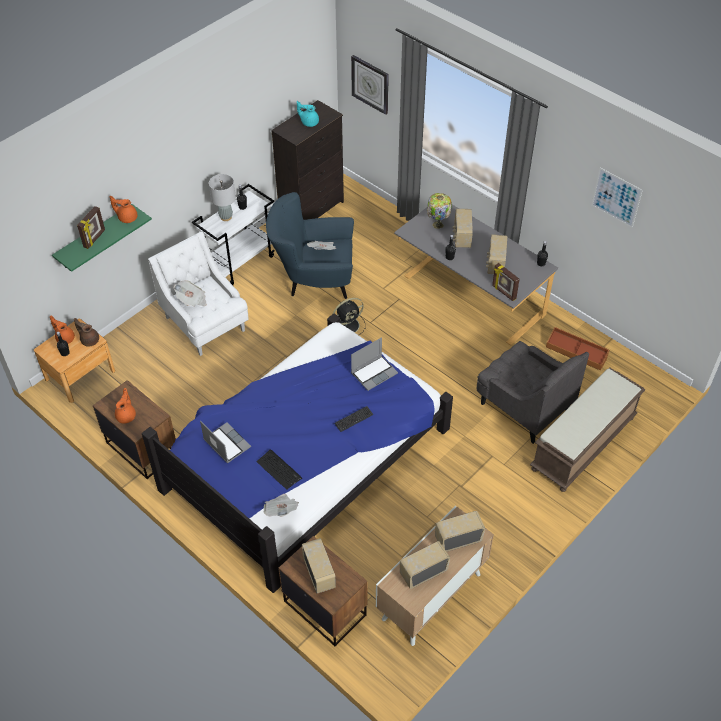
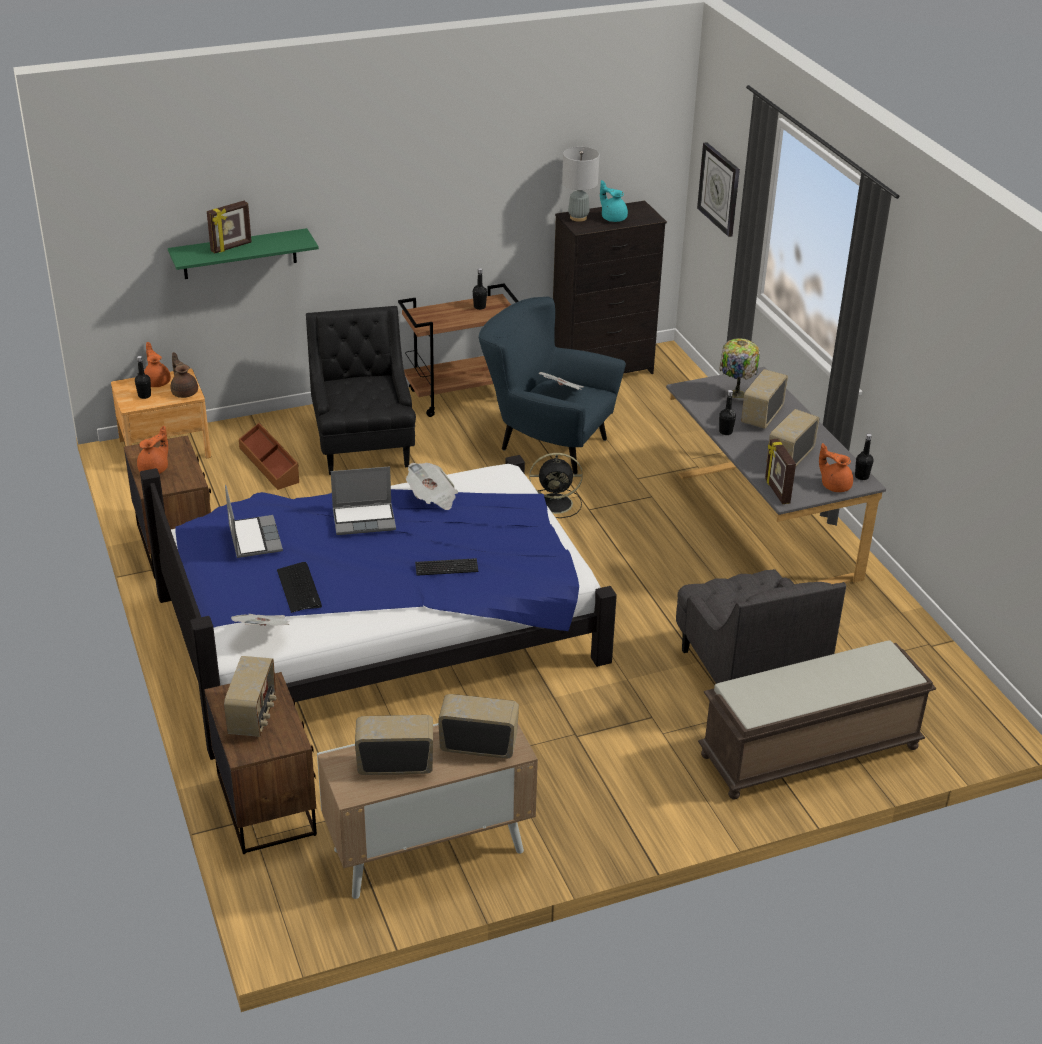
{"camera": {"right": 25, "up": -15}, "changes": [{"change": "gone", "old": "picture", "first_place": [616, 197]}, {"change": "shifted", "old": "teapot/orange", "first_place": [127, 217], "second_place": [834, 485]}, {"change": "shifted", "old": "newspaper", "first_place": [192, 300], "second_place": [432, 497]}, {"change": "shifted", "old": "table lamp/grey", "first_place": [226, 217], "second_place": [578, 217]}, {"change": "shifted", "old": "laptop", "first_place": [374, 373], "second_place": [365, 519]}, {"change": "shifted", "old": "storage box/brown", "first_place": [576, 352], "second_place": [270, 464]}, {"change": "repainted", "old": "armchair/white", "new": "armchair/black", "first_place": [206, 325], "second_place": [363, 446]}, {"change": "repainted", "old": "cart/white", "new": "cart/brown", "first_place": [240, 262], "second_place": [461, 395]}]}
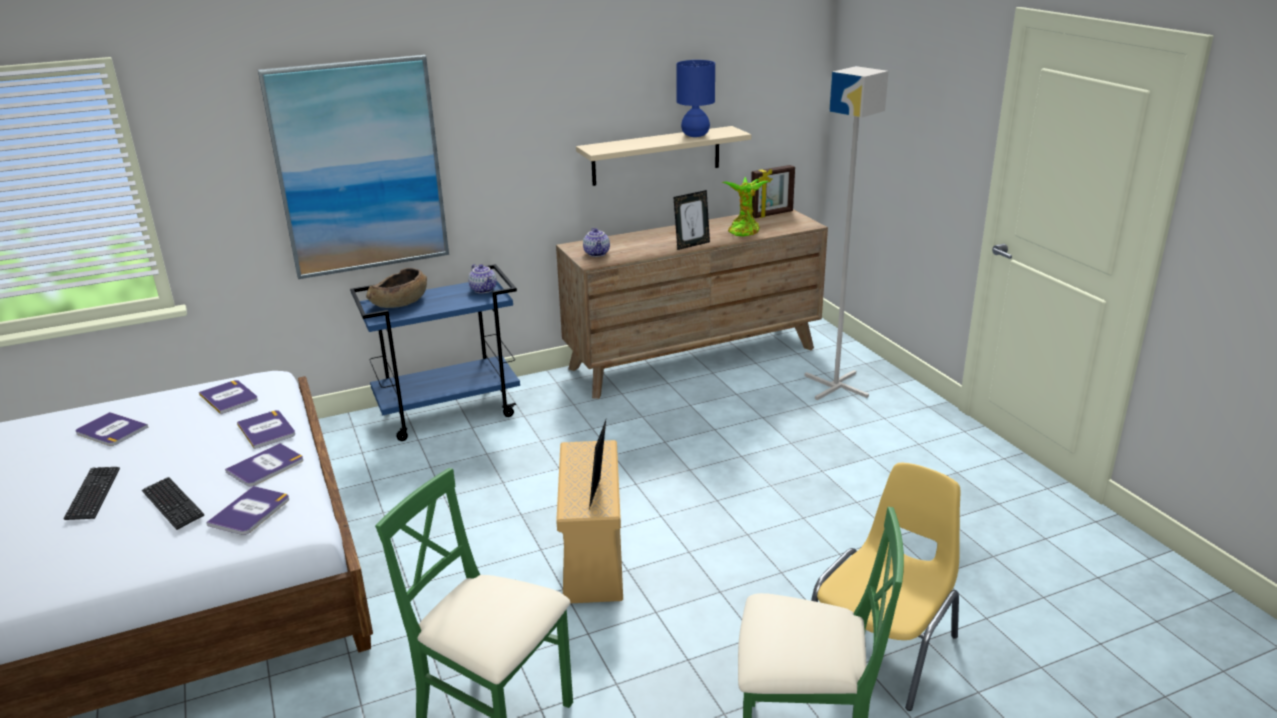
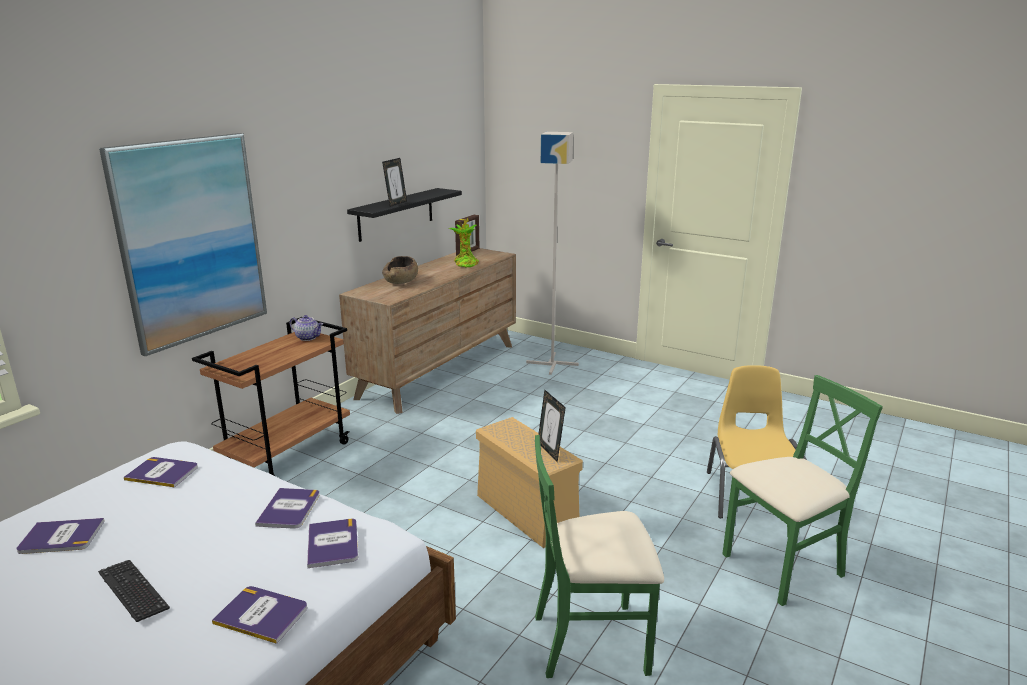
{"camera": {"right": -35, "up": -5}, "changes": [{"change": "gone", "old": "keyboard", "first_place": [173, 504]}, {"change": "gone", "old": "teapot", "first_place": [597, 253]}, {"change": "gone", "old": "table lamp/blue", "first_place": [695, 135]}, {"change": "shifted", "old": "book", "first_place": [266, 430], "second_place": [262, 615]}, {"change": "shifted", "old": "bowl/brown", "first_place": [399, 303], "second_place": [401, 281]}, {"change": "shifted", "old": "picture frame", "first_place": [691, 245], "second_place": [396, 203]}, {"change": "repainted", "old": "cart/blue", "new": "cart/brown", "first_place": [449, 412], "second_place": [288, 455]}, {"change": "repainted", "old": "shelf/beige", "new": "shelf/black", "first_place": [656, 156], "second_place": [396, 214]}]}
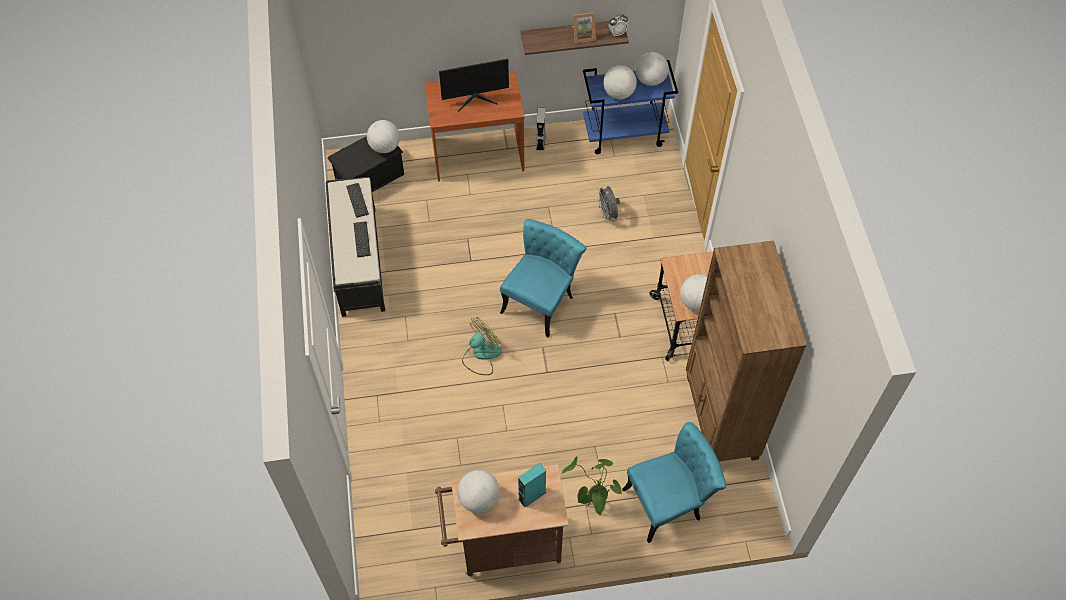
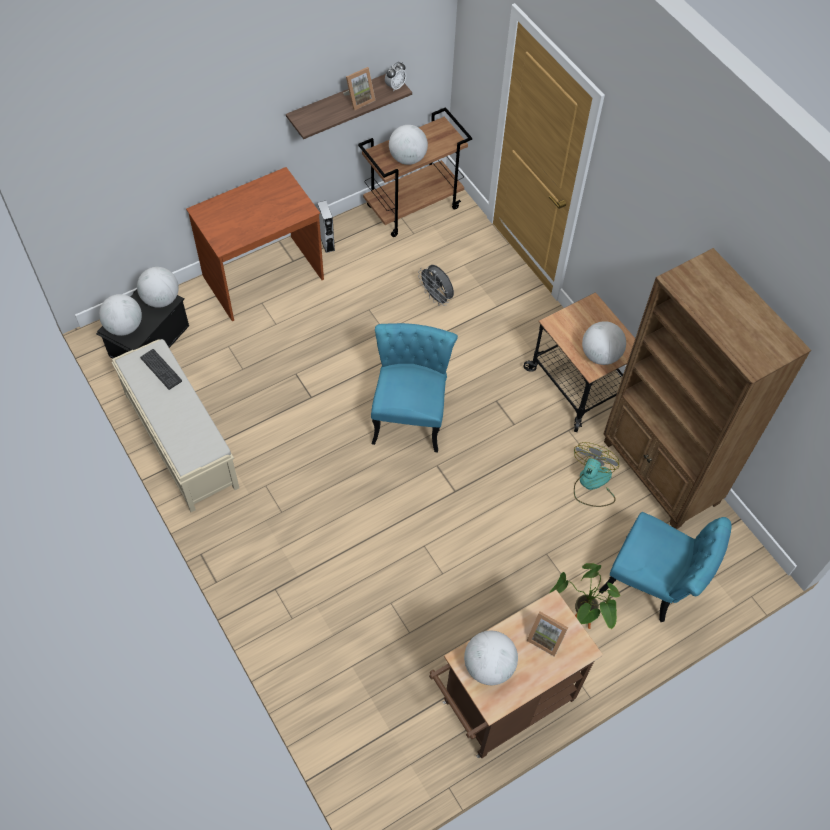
{"camera": {"right": -25, "up": 0}, "changes": [{"change": "gone", "old": "keyboard", "first_place": [362, 239]}, {"change": "gone", "old": "monitor", "first_place": [475, 98]}, {"change": "shifted", "old": "fan", "first_place": [481, 355], "second_place": [592, 484]}, {"change": "shifted", "old": "globe", "first_place": [650, 80], "second_place": [124, 327]}, {"change": "swapped", "old": "speaker/turquoise", "new": "picture frame", "first_place": [532, 496], "second_place": [546, 638]}, {"change": "repainted", "old": "bench/black", "new": "bench/beige", "first_place": [358, 260], "second_place": [180, 440]}, {"change": "repainted", "old": "cart/blue", "new": "cart/brown", "first_place": [625, 134], "second_place": [413, 206]}, {"change": "rotated", "old": "chair/turquoise", "first_place": [669, 502], "second_place": [654, 584], "degrees": 75}]}
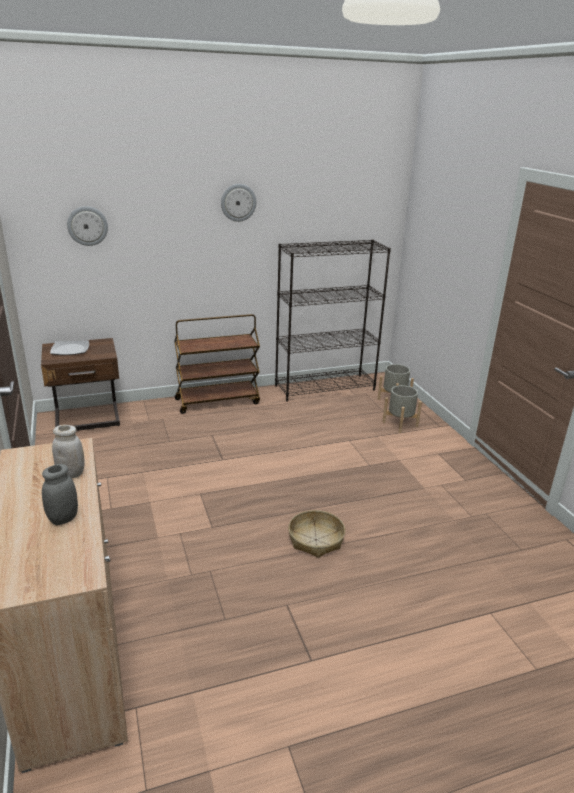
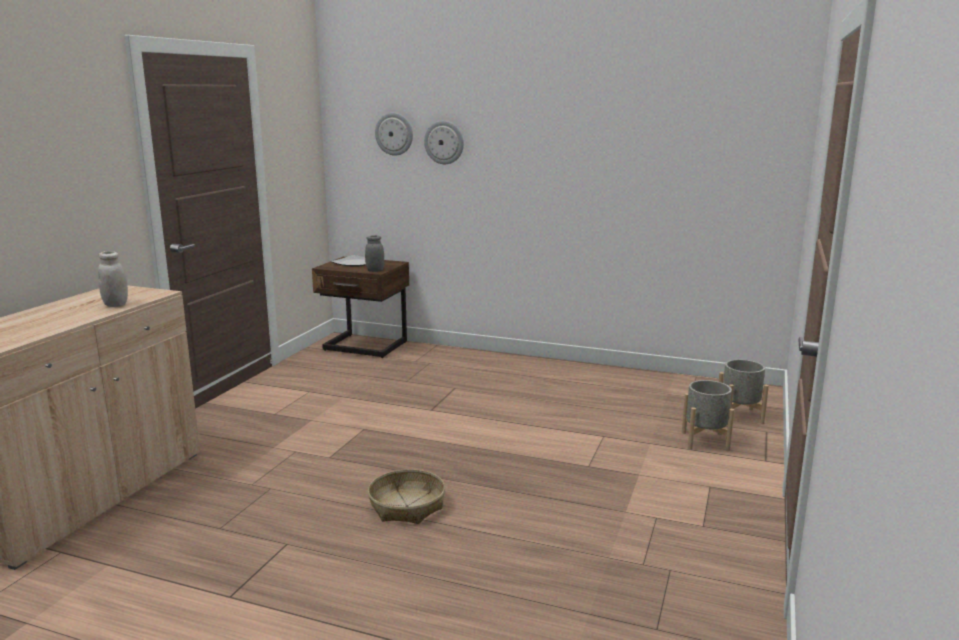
{"camera": {"right": 40, "up": -10}, "changes": [{"change": "gone", "old": "cart/brown", "first_place": [218, 401]}, {"change": "gone", "old": "bookcase/black", "first_place": [325, 387]}, {"change": "shifted", "old": "jar/grey", "first_place": [63, 518], "second_place": [375, 270]}, {"change": "shifted", "old": "wall clock", "first_place": [238, 202], "second_place": [444, 142]}]}
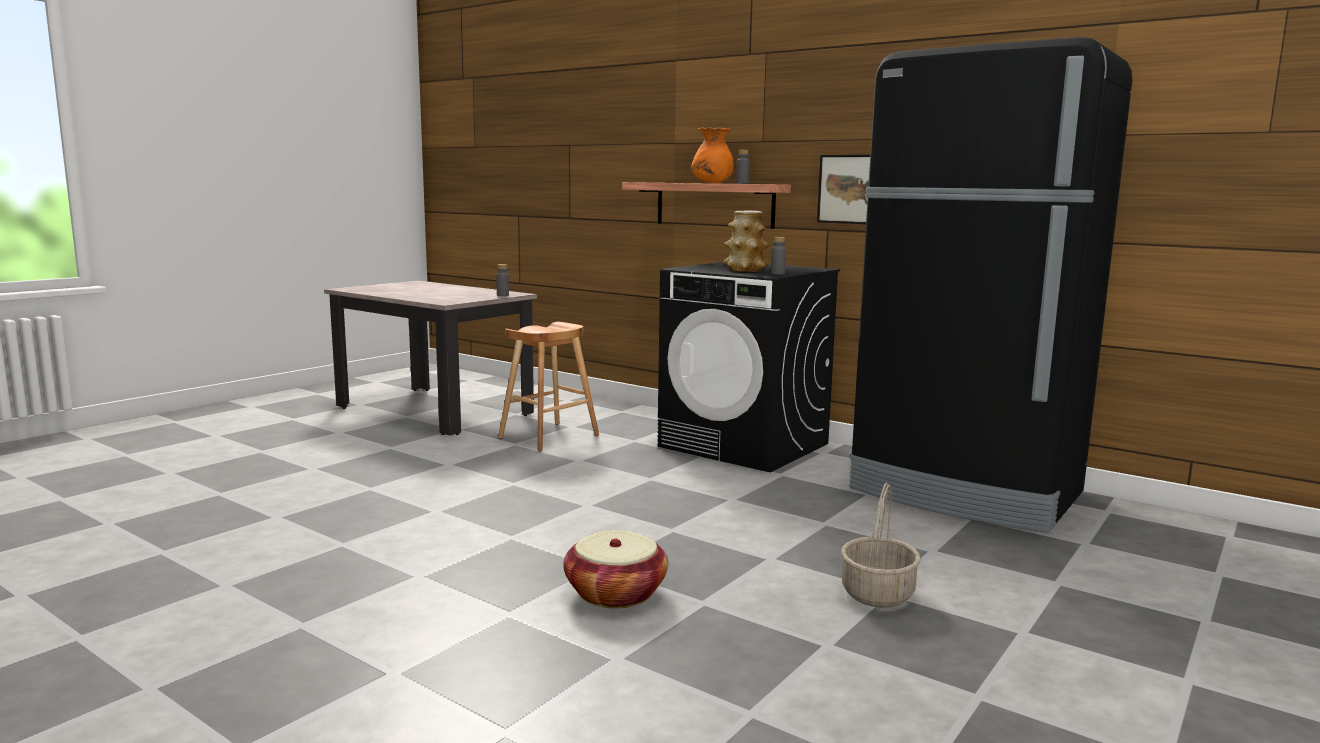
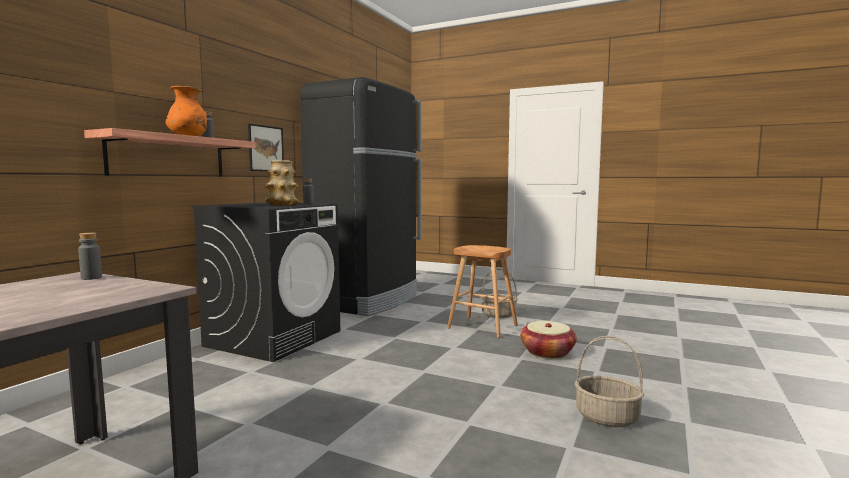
{"camera": {"right": -100, "up": -5}, "changes": [{"change": "new", "new": "basket", "second_place": [607, 417]}, {"change": "shifted", "old": "stool/brown", "first_place": [549, 437], "second_place": [482, 327]}]}
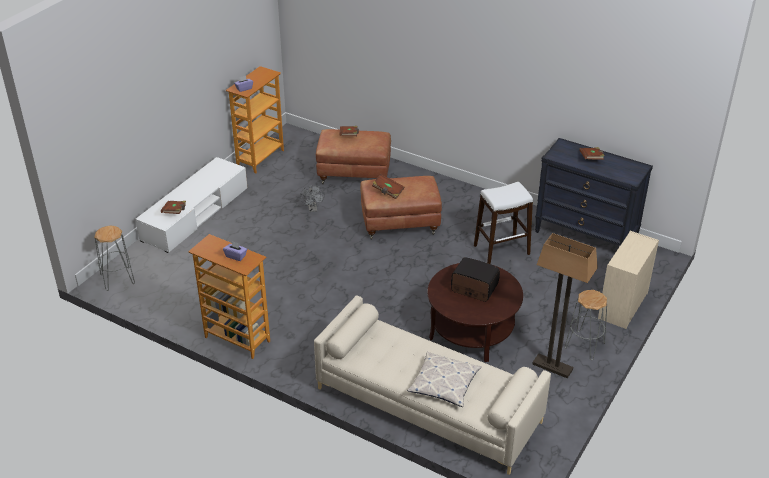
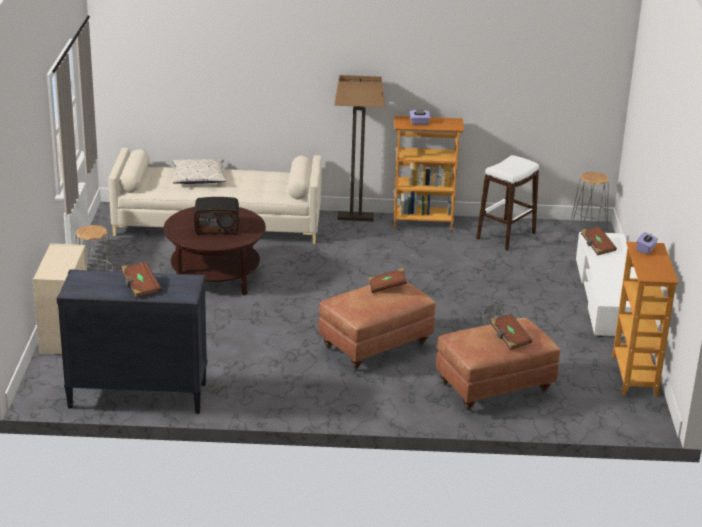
{"camera": {"right": 150, "up": -10}, "changes": [{"change": "shifted", "old": "stool/white", "first_place": [501, 250], "second_place": [506, 236]}, {"change": "shifted", "old": "floor lamp", "first_place": [552, 367], "second_place": [355, 217]}]}
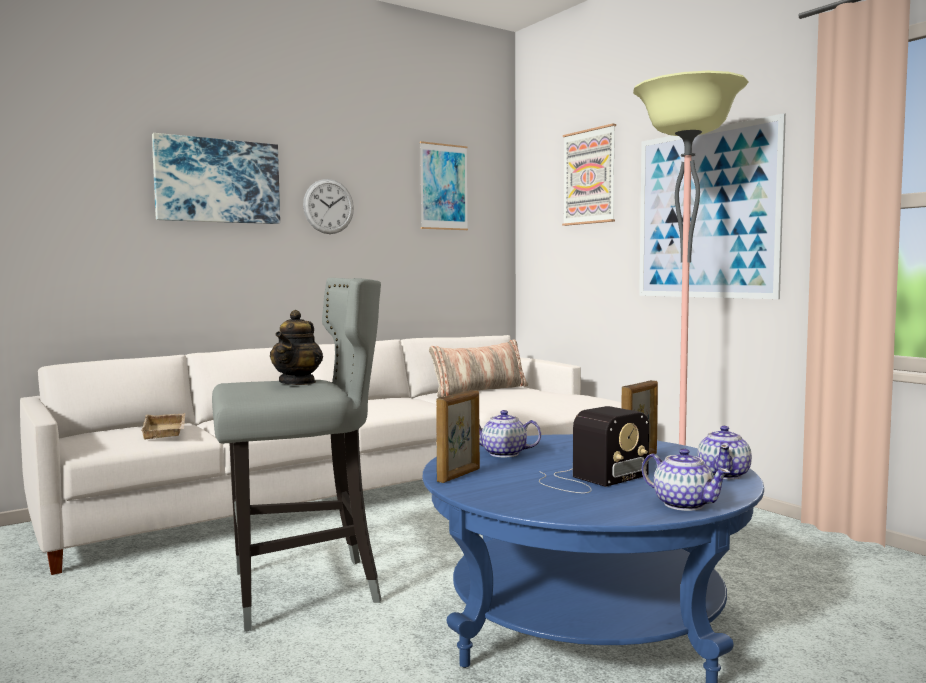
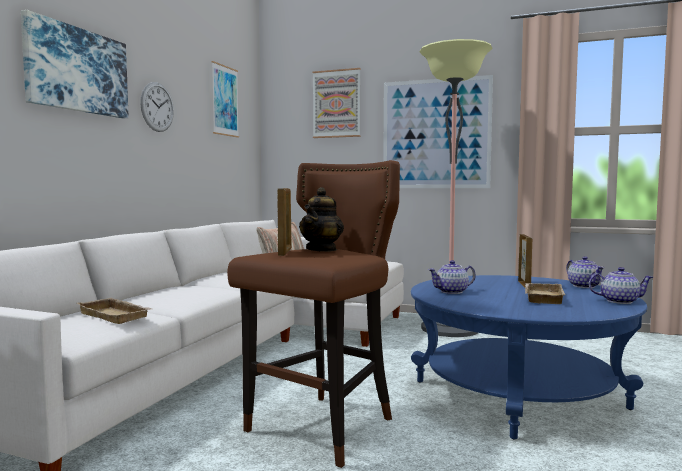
{"camera": {"right": -35, "up": 0}, "changes": [{"change": "shifted", "old": "picture frame", "first_place": [459, 475], "second_place": [285, 252]}, {"change": "swapped", "old": "radio", "new": "tray/beige", "first_place": [590, 479], "second_place": [541, 297]}, {"change": "repainted", "old": "stool/grey", "new": "stool/brown", "first_place": [301, 591], "second_place": [322, 428]}, {"change": "rotated", "old": "teapot", "first_place": [298, 382], "second_place": [322, 250], "degrees": 45}]}
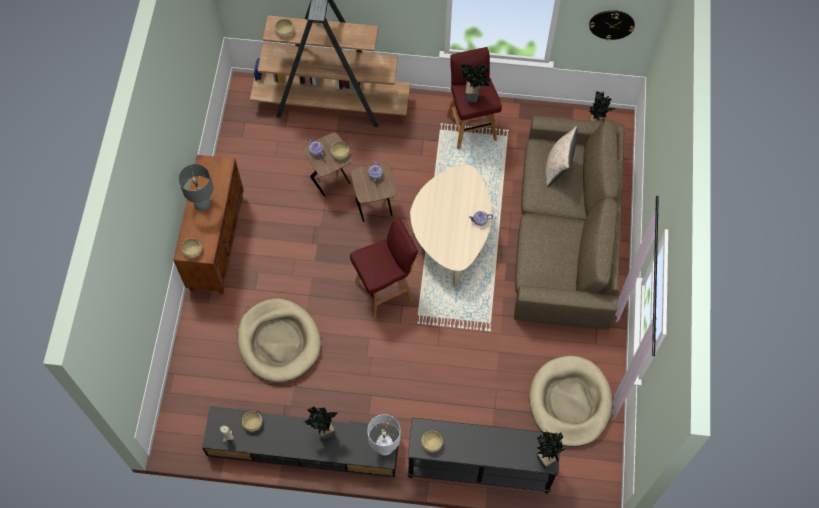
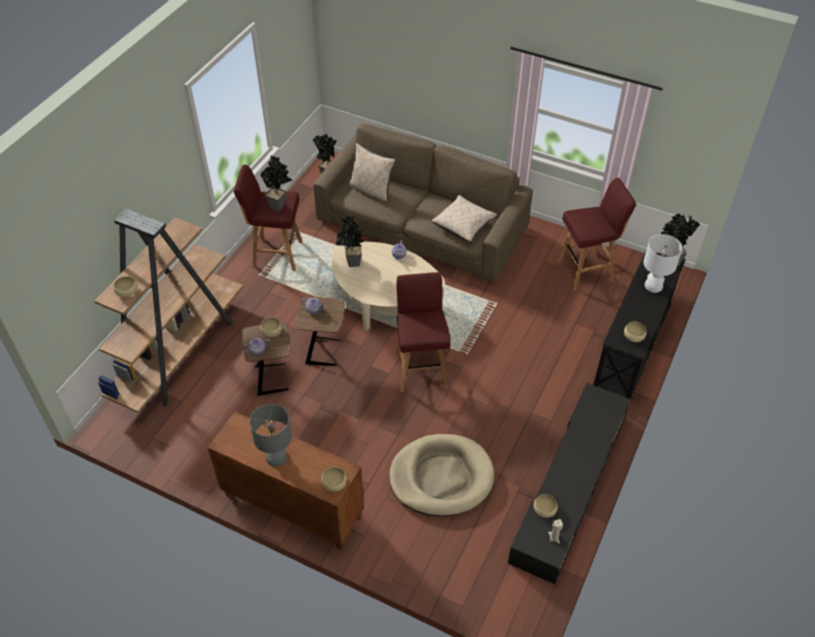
{"camera": {"right": -70, "up": -15}, "changes": [{"change": "gone", "old": "wall clock", "first_place": [611, 24]}, {"change": "new", "new": "pillow/beige", "second_place": [463, 225]}, {"change": "shifted", "old": "potted plant", "first_place": [323, 432], "second_place": [352, 264]}, {"change": "shifted", "old": "table lamp/white", "first_place": [384, 446], "second_place": [653, 285]}, {"change": "swapped", "old": "dog bed/beige", "new": "stool/red", "first_place": [570, 402], "second_place": [586, 271]}]}
